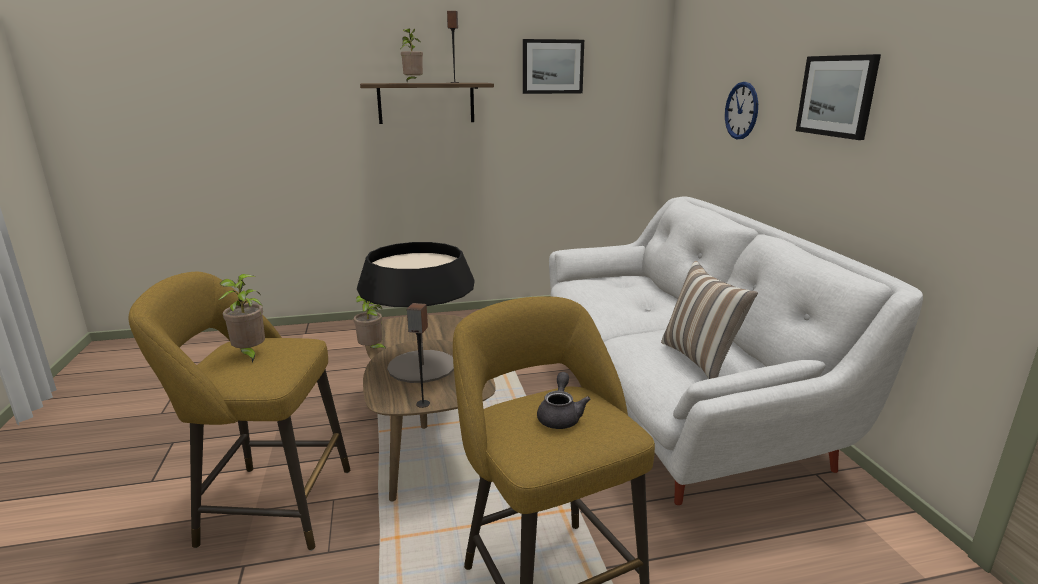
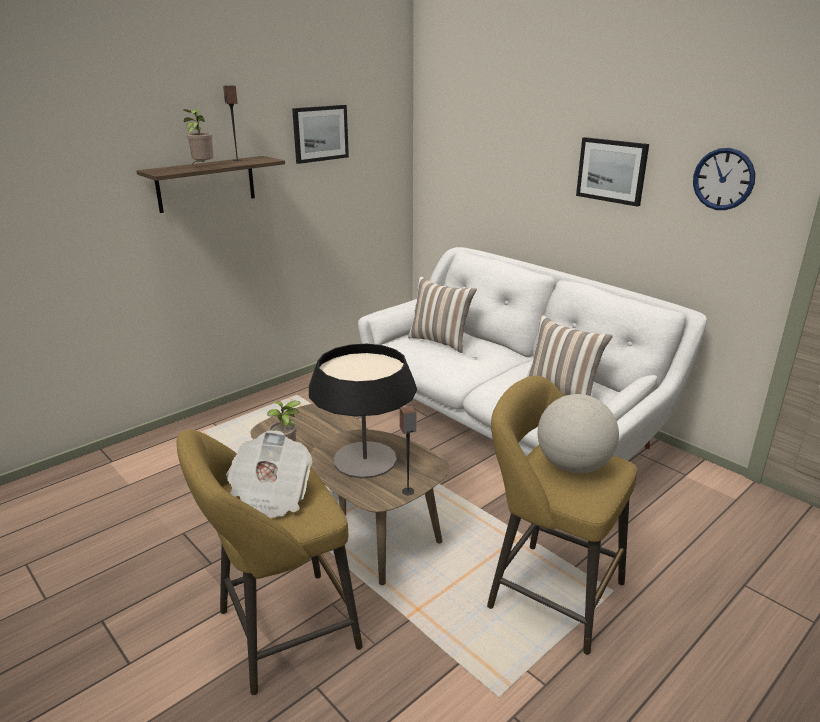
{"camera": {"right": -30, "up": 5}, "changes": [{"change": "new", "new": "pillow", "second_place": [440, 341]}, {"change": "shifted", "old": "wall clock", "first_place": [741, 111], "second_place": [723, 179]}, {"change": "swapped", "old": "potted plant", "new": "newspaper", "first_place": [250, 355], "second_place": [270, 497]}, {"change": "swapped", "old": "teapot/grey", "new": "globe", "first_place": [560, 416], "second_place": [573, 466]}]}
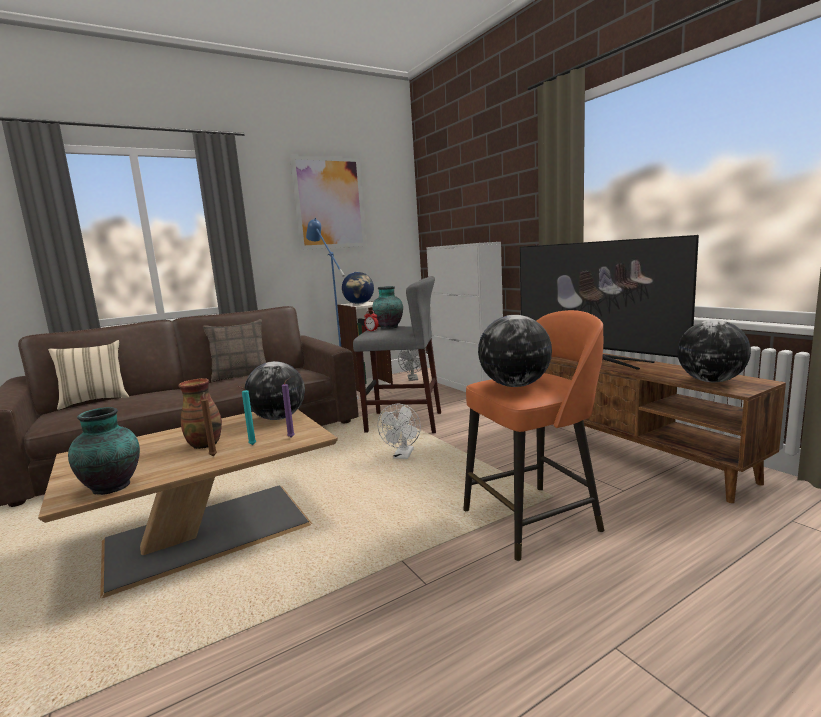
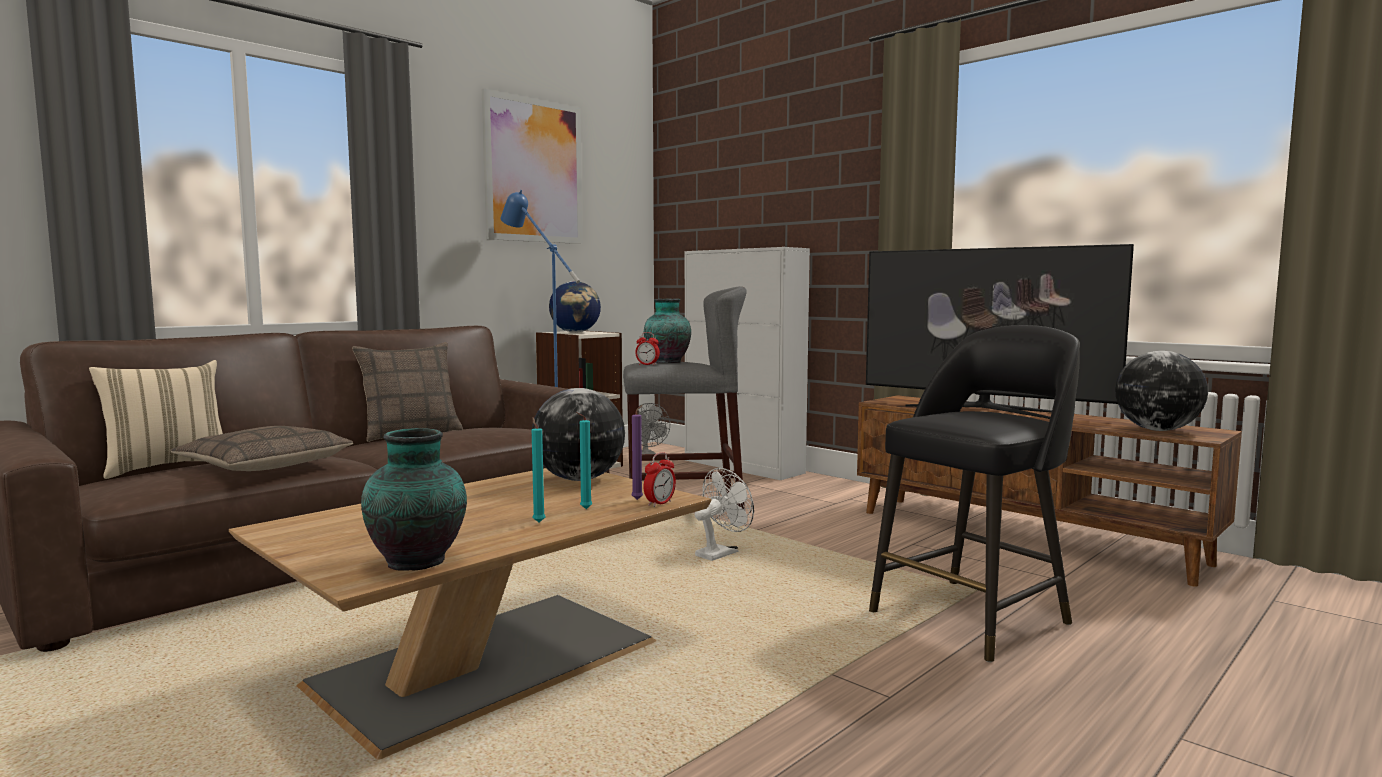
{"camera": {"right": -15, "up": -5}, "changes": [{"change": "gone", "old": "vase", "first_place": [205, 444]}, {"change": "gone", "old": "globe", "first_place": [515, 385]}, {"change": "new", "new": "pillow", "second_place": [264, 465]}, {"change": "new", "new": "alarm clock", "second_place": [659, 503]}, {"change": "repainted", "old": "candle/brown", "new": "candle/turquoise", "first_place": [213, 455], "second_place": [538, 522]}, {"change": "repainted", "old": "stool/orange", "new": "stool/black", "first_place": [534, 519], "second_place": [973, 617]}, {"change": "rotated", "old": "fan/white", "first_place": [403, 456], "second_place": [721, 553], "degrees": -135}]}
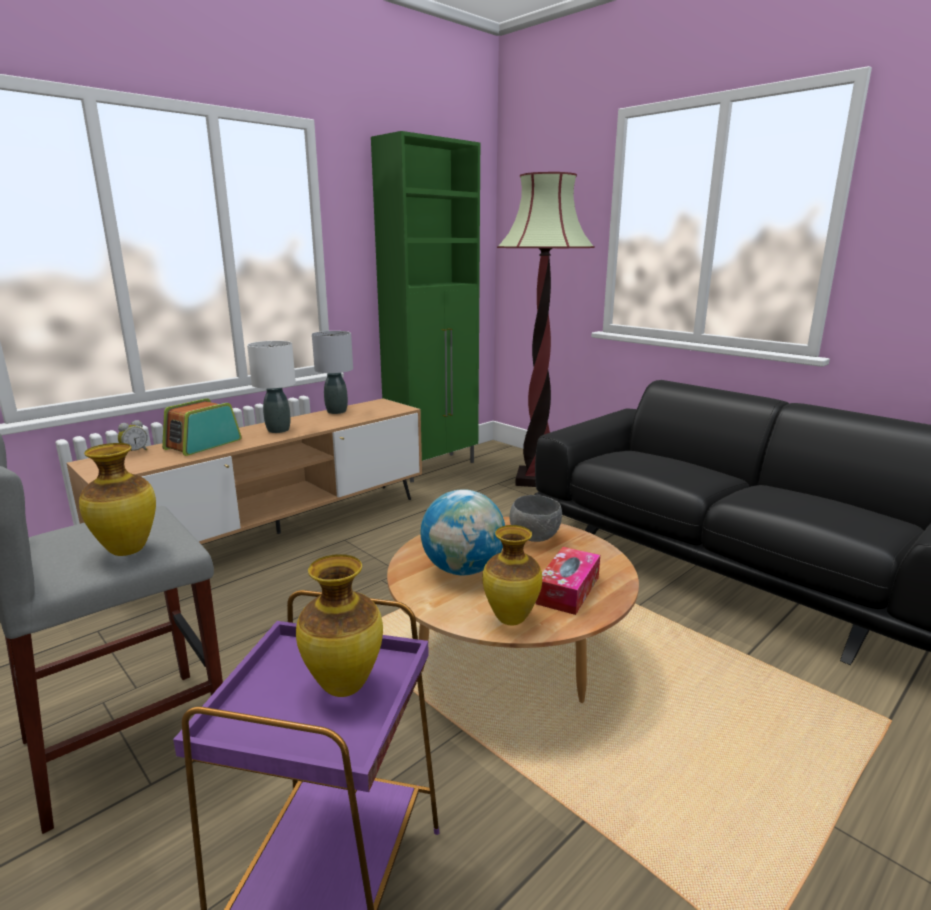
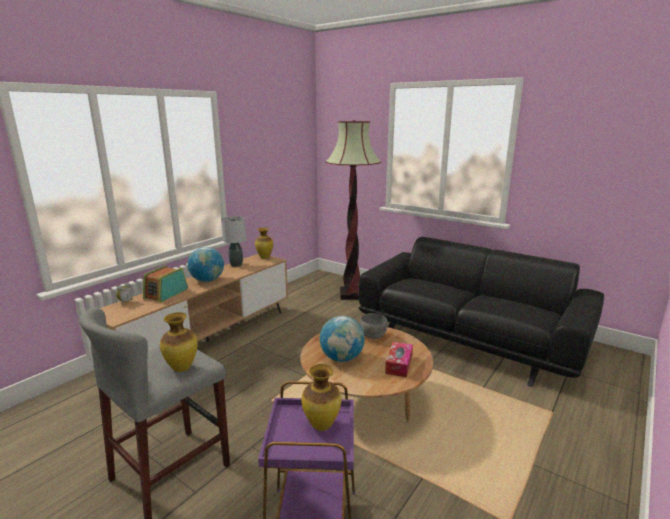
{"camera": {"right": -10, "up": 0}, "changes": [{"change": "gone", "old": "cabinet/green", "first_place": [434, 467]}, {"change": "shifted", "old": "vase", "first_place": [510, 619], "second_place": [264, 257]}, {"change": "swapped", "old": "table lamp/white", "new": "globe", "first_place": [278, 430], "second_place": [207, 280]}]}
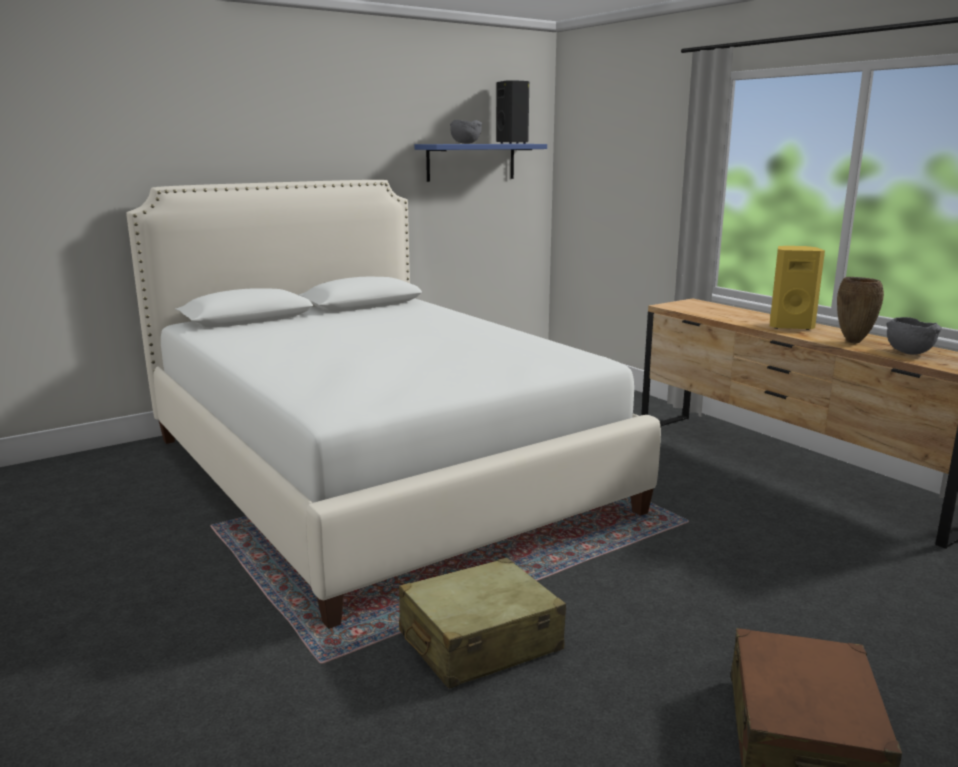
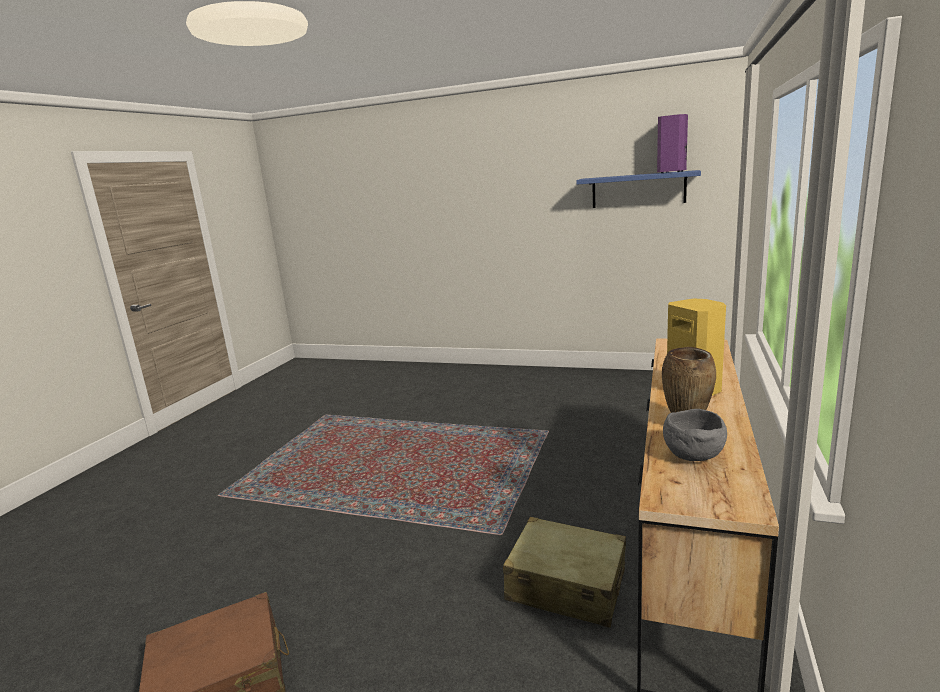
{"camera": {"right": 55, "up": 0}, "changes": [{"change": "gone", "old": "bed/white", "first_place": [378, 472]}, {"change": "gone", "old": "bowl/grey", "first_place": [464, 143]}, {"change": "shifted", "old": "suitcase/beige", "first_place": [479, 642], "second_place": [566, 585]}, {"change": "repainted", "old": "speaker/black", "new": "speaker/purple", "first_place": [513, 143], "second_place": [672, 172]}]}
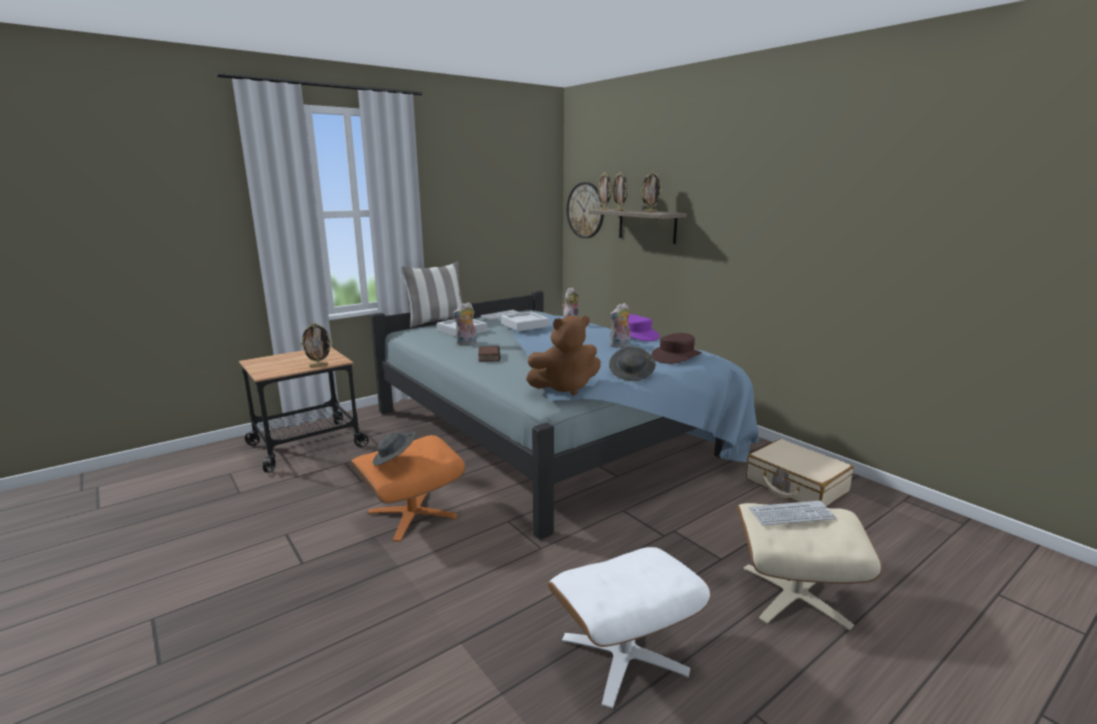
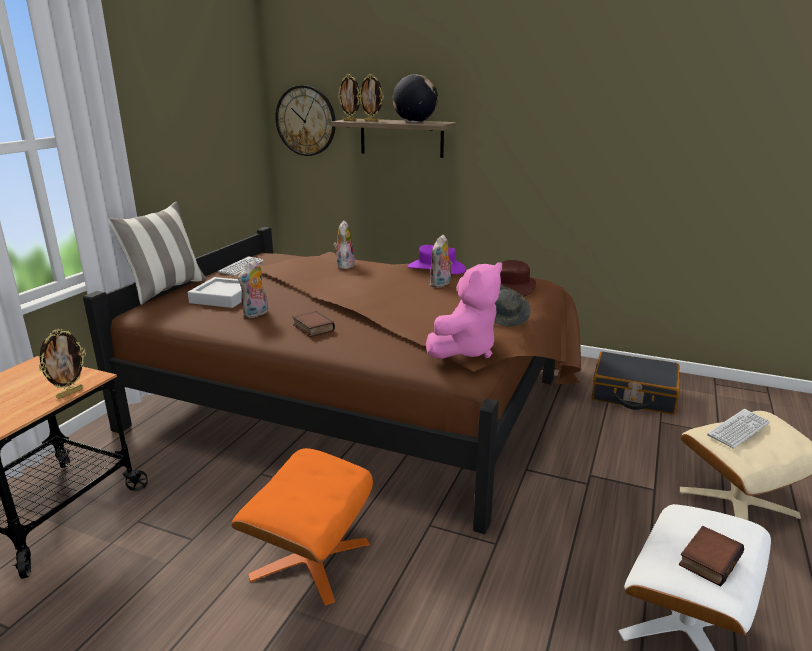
{"camera": {"right": -30, "up": 5}, "changes": [{"change": "gone", "old": "hat/grey", "first_place": [395, 459]}, {"change": "gone", "old": "tray/grey", "first_place": [524, 325]}, {"change": "new", "new": "book", "second_place": [708, 559]}, {"change": "swapped", "old": "picture frame", "new": "globe", "first_place": [650, 212], "second_place": [415, 122]}, {"change": "repainted", "old": "bed/blue", "new": "bed/brown", "first_place": [553, 432], "second_place": [364, 399]}, {"change": "repainted", "old": "plush toy/brown", "new": "plush toy/pink", "first_place": [565, 387], "second_place": [465, 350]}, {"change": "repainted", "old": "suitcase/beige", "new": "suitcase/black", "first_place": [795, 486], "second_place": [633, 394]}]}
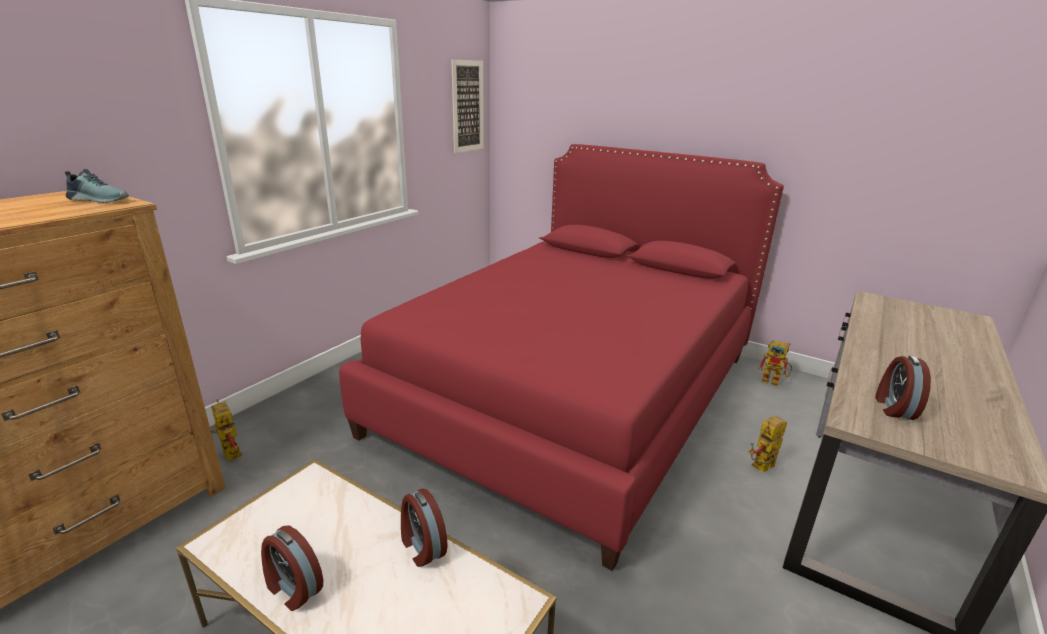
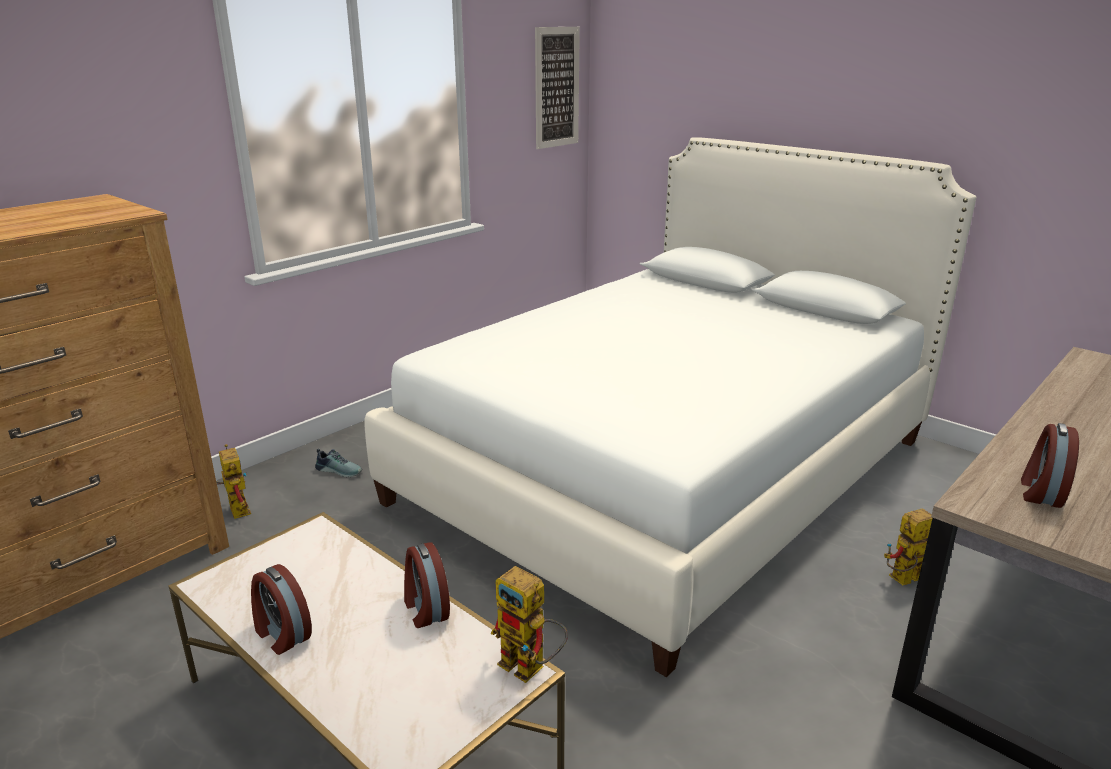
{"camera": {"right": 10, "up": 0}, "changes": [{"change": "shifted", "old": "shoe", "first_place": [100, 199], "second_place": [340, 470]}, {"change": "shifted", "old": "toy robot", "first_place": [774, 381], "second_place": [531, 668]}, {"change": "repainted", "old": "bed/red", "new": "bed/white", "first_place": [573, 393], "second_place": [667, 470]}]}
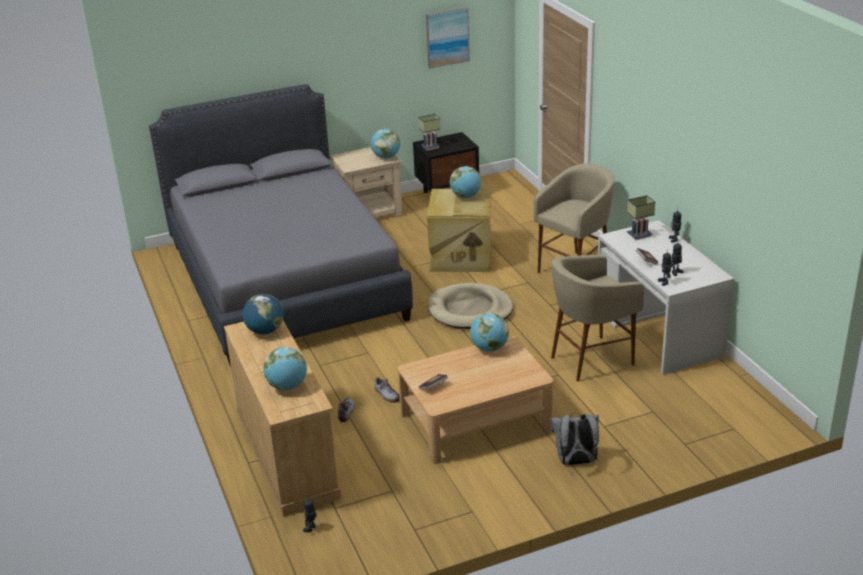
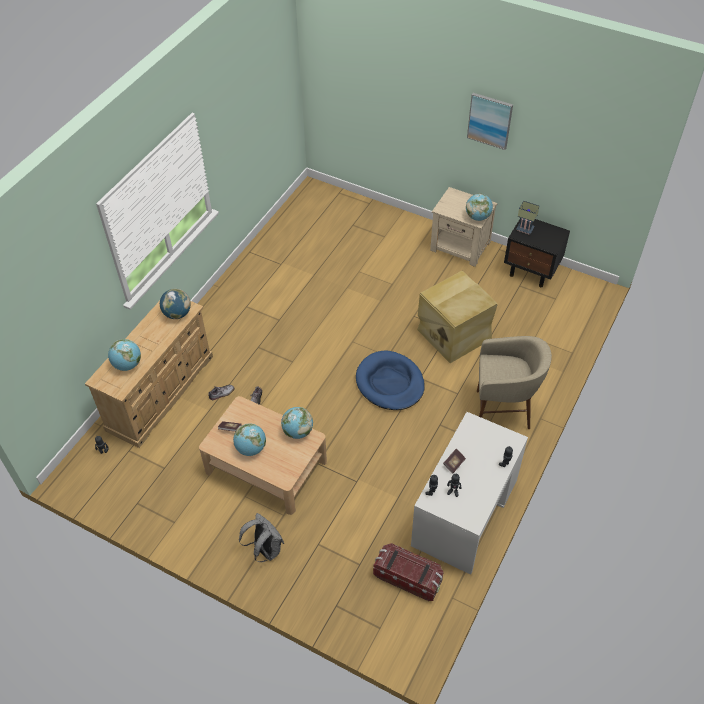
{"camera": {"right": 50, "up": 20}, "changes": [{"change": "gone", "old": "bed/grey", "first_place": [285, 280]}, {"change": "gone", "old": "stool/beige", "first_place": [590, 360]}, {"change": "gone", "old": "table lamp", "first_place": [639, 234]}, {"change": "new", "new": "storage box", "second_place": [408, 578]}, {"change": "shifted", "old": "picture", "first_place": [447, 37], "second_place": [490, 120]}, {"change": "shifted", "old": "globe", "first_place": [466, 196], "second_place": [251, 448]}, {"change": "repainted", "old": "dog bed/beige", "new": "dog bed/blue", "first_place": [470, 310], "second_place": [390, 383]}]}
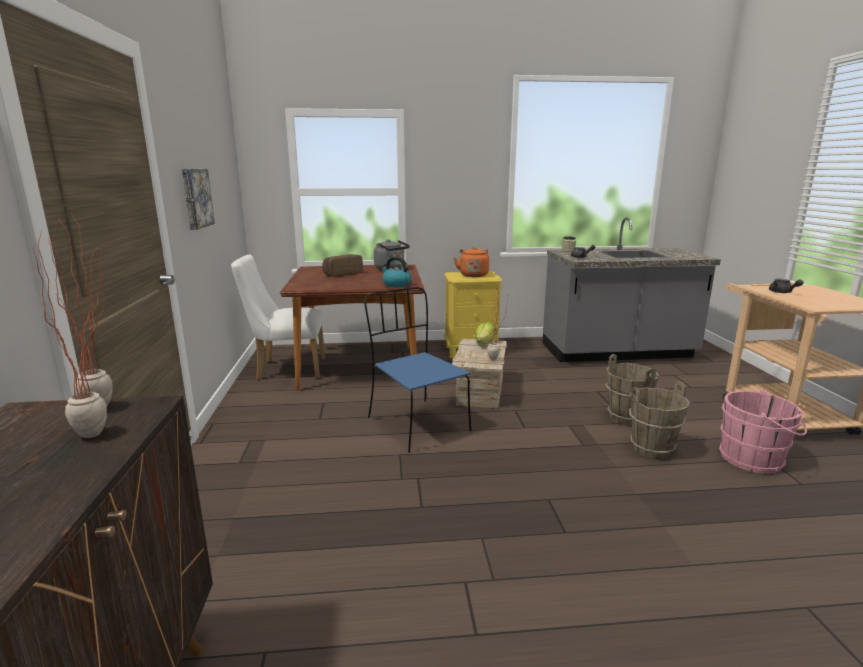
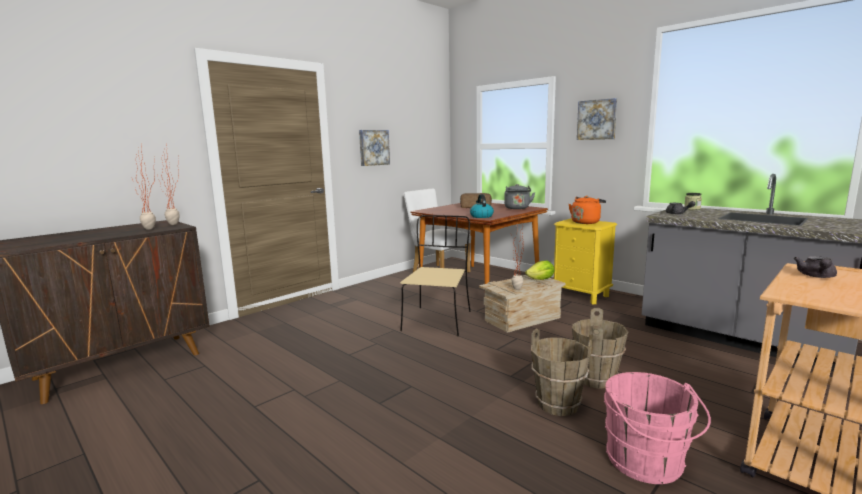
{"camera": {"right": 50, "up": -5}, "changes": [{"change": "new", "new": "picture", "second_place": [597, 119]}, {"change": "repainted", "old": "chair/blue", "new": "chair/beige", "first_place": [416, 423], "second_place": [437, 320]}]}
